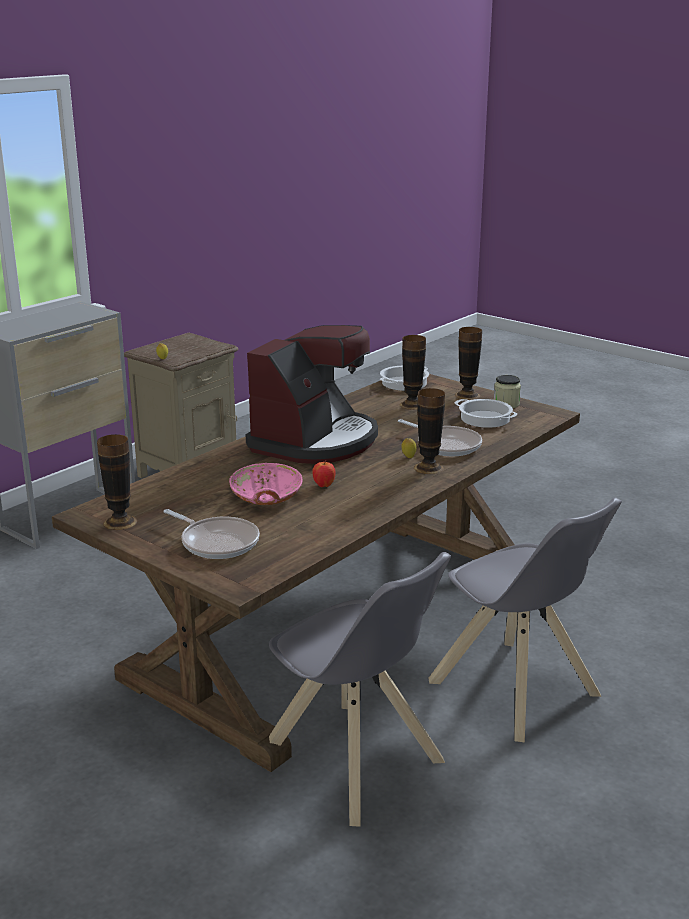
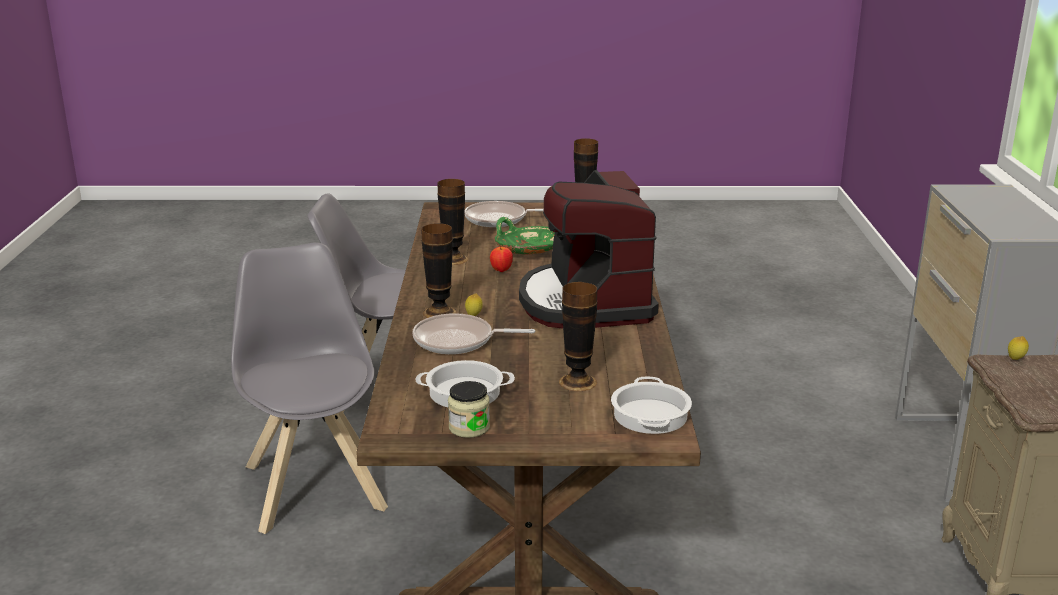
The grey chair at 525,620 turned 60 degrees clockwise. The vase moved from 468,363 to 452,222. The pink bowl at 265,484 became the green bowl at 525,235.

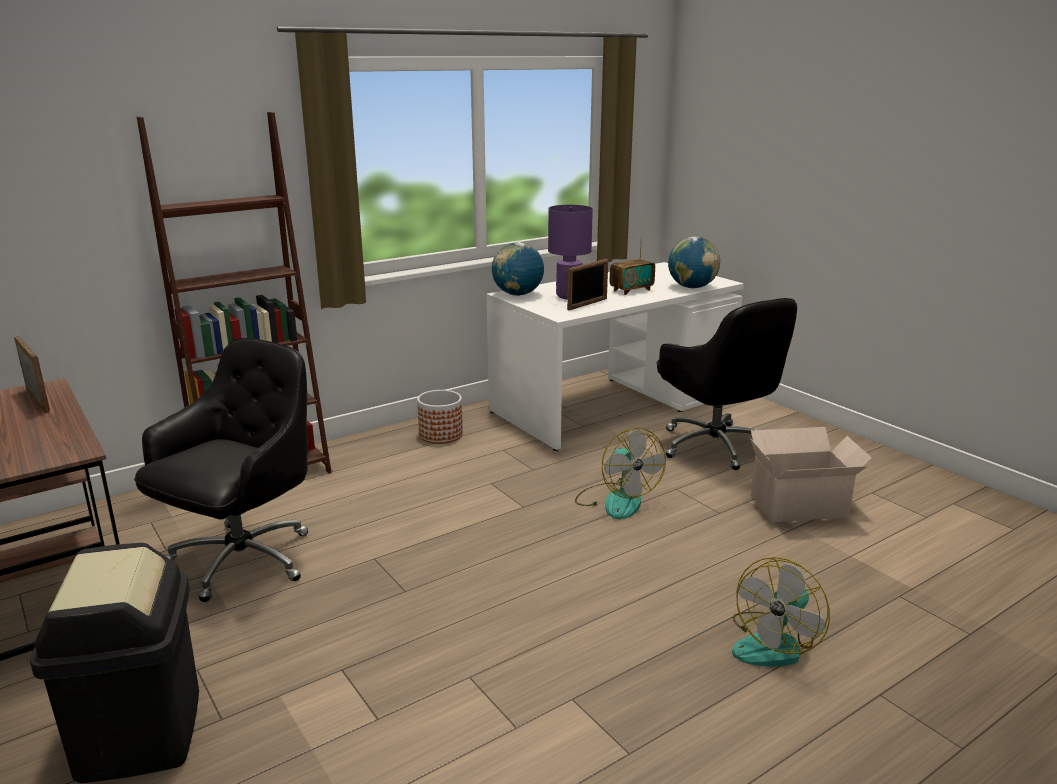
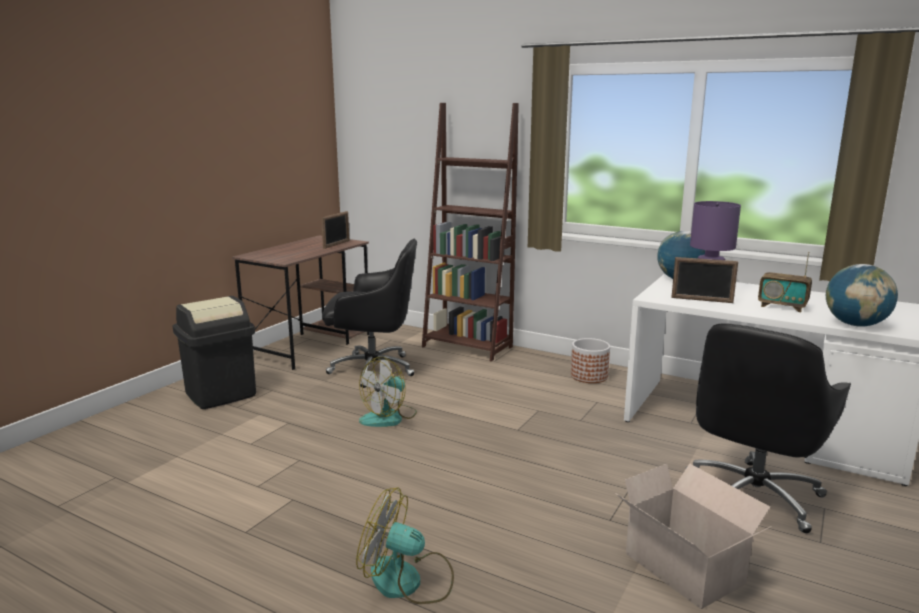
The fan moved from 620,473 to 388,392.

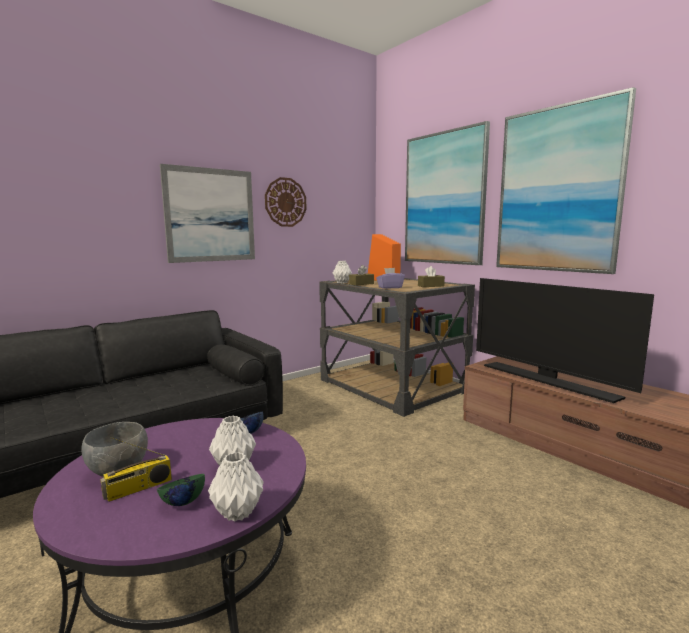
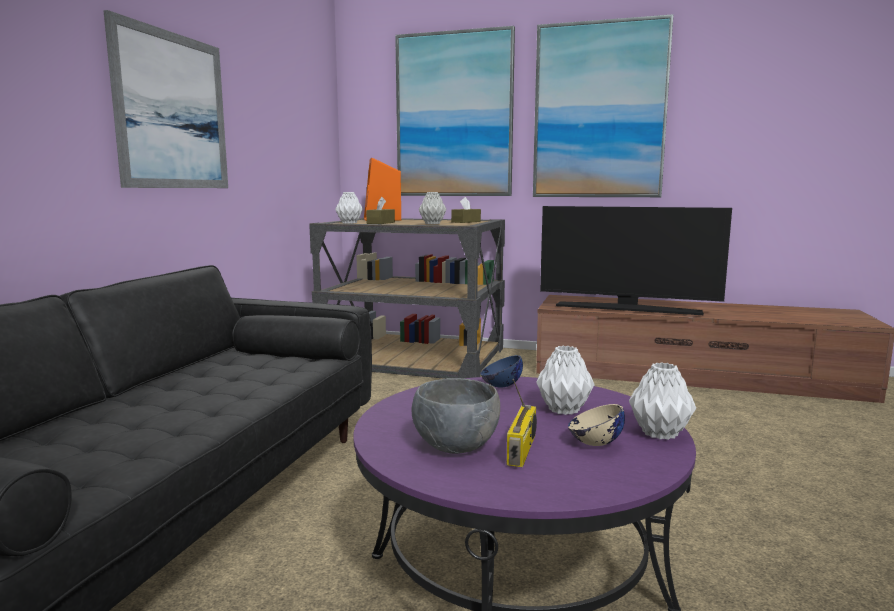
The purple tissue box at 390,278 was replaced by the grey vase at 433,208. The green bowl at 181,490 became the beige bowl at 596,425. The wall clock at 286,202 disappeared.

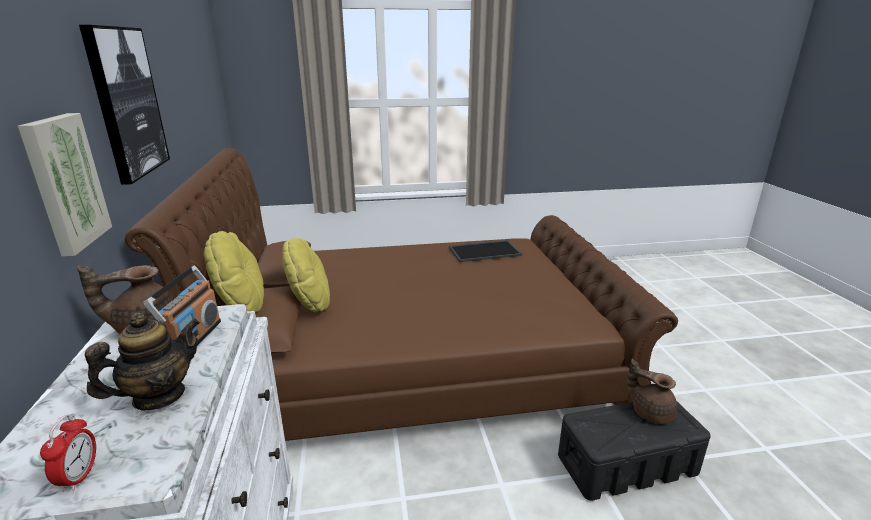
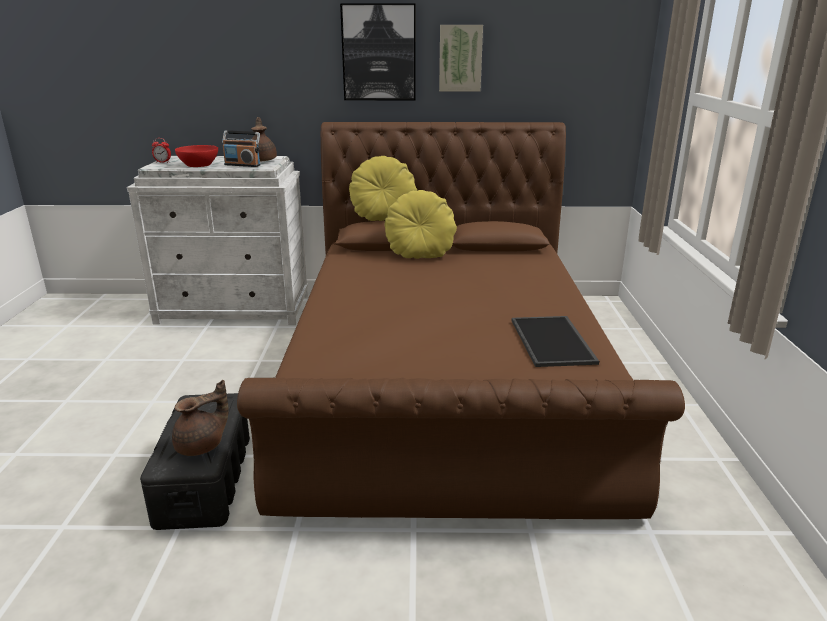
The teapot at 142,361 was replaced by the red bowl at 196,156. The picture moved from 65,185 to 461,58.

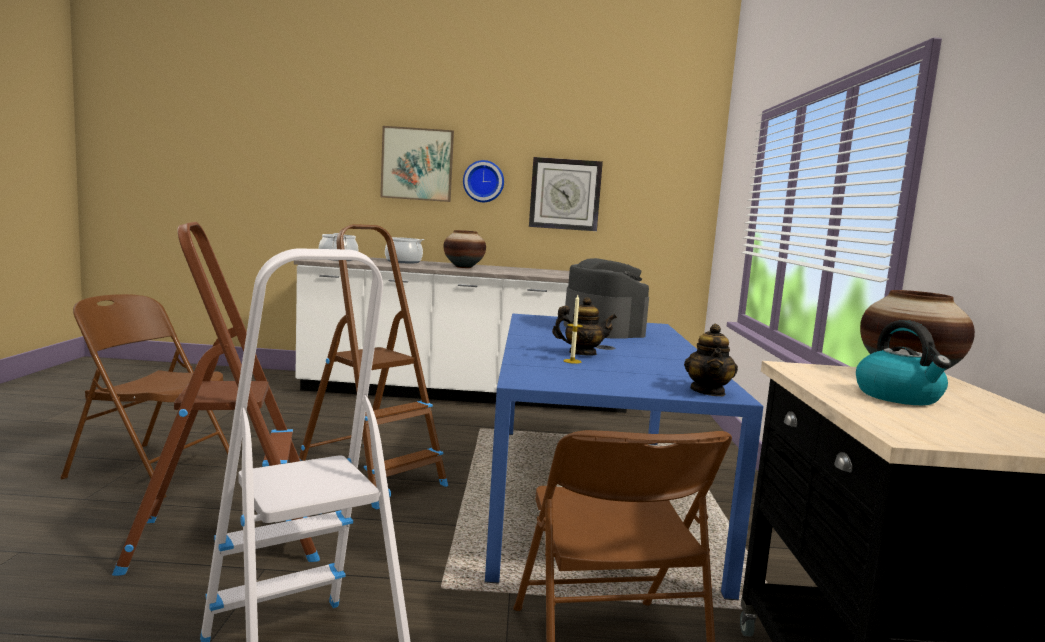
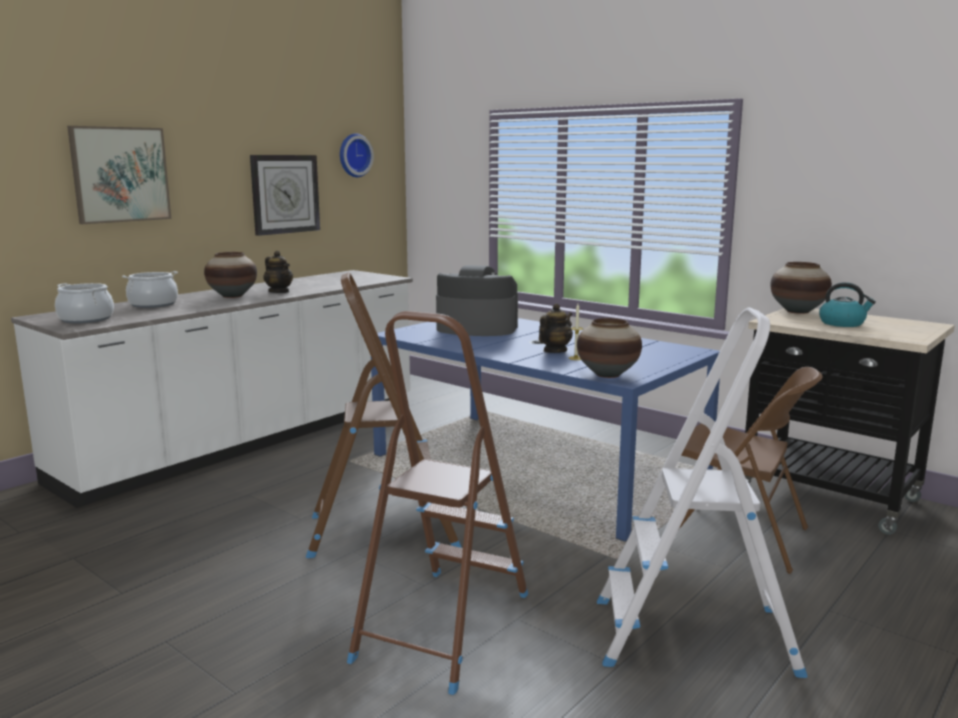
The teapot moved from 711,360 to 278,272. The wall clock moved from 483,181 to 357,155. The vase at 609,348 appeared. The brown chair at 145,396 disappeared.

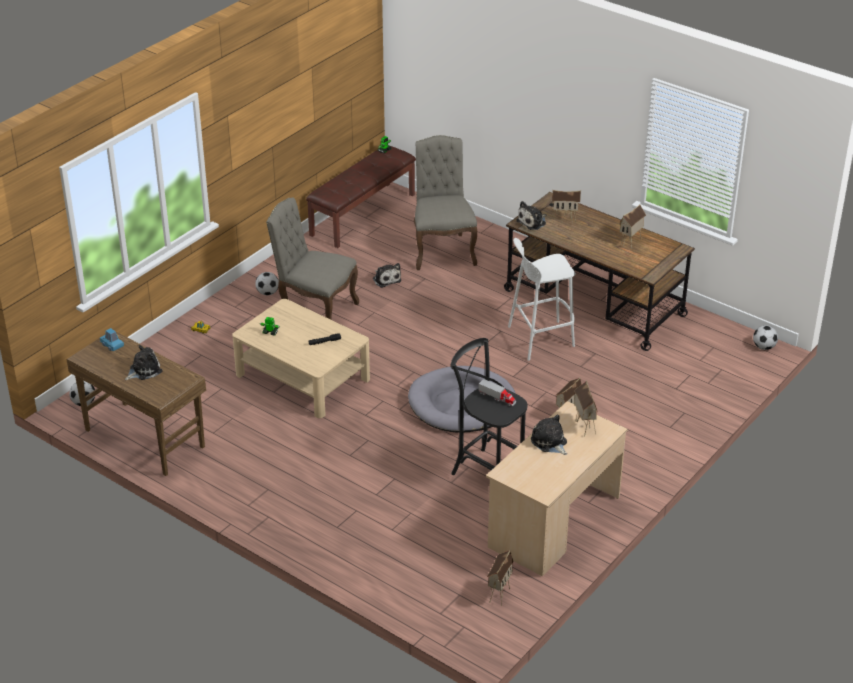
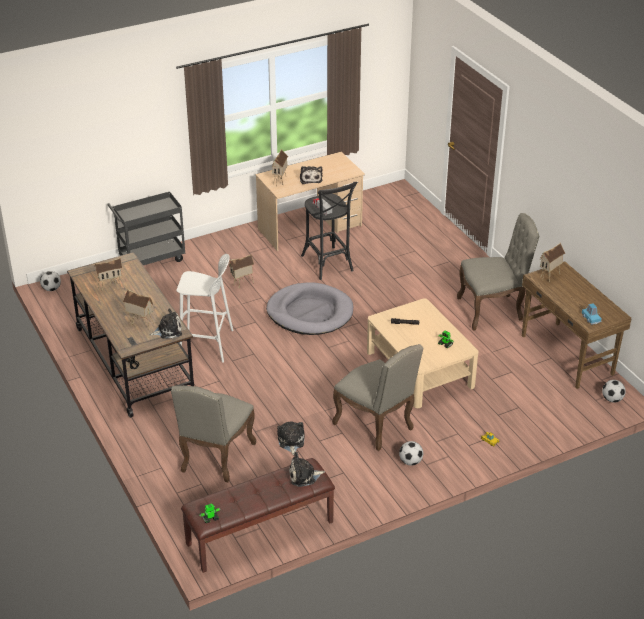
The grey cart at 146,228 appeared. The plush toy moved from 144,362 to 307,469. The grey chair at 498,272 appeared. The toy house moved from 500,578 to 552,263.

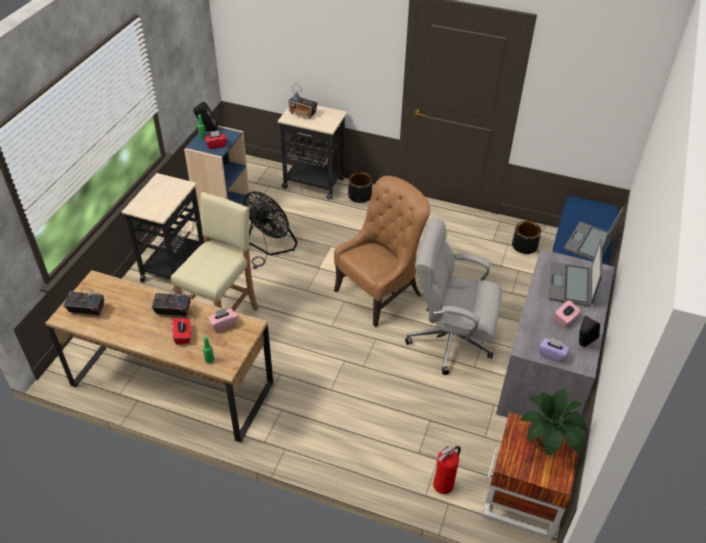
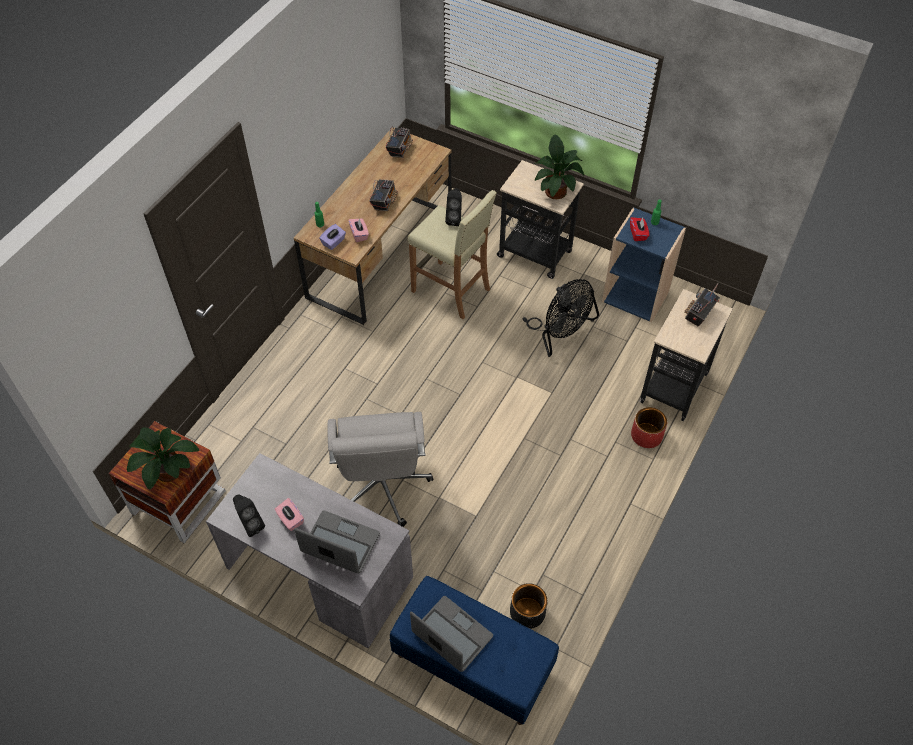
The purple tissue box moved from 554,350 to 332,237. The grey office chair at 453,296 turned 150 degrees clockwise. The black speaker moved from 205,117 to 453,207. The potted plant at 559,167 appeared. The black planter at 360,187 became the red planter at 649,427. The red tissue box at 181,331 disappeared. The brown chair at 382,251 disappeared. The fire extinguisher at 447,470 disappeared.

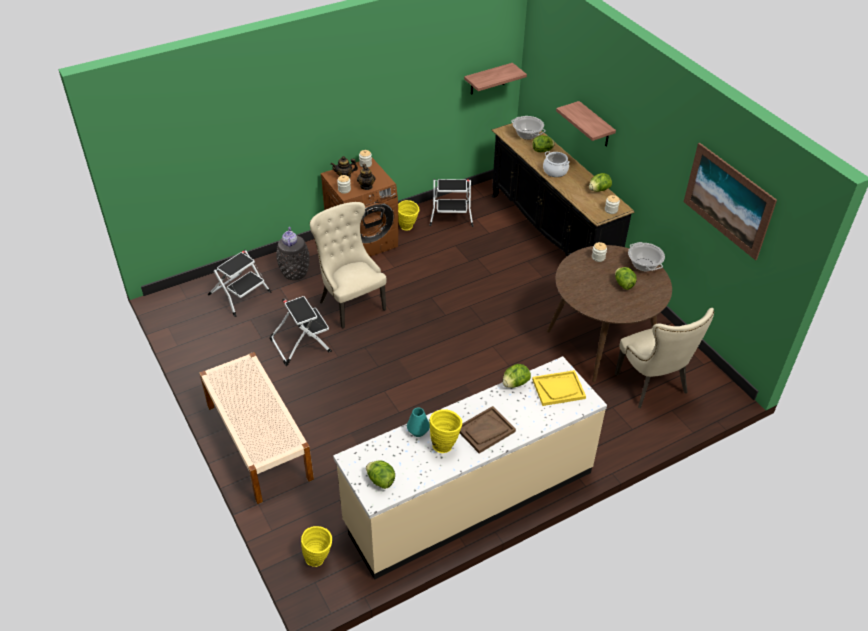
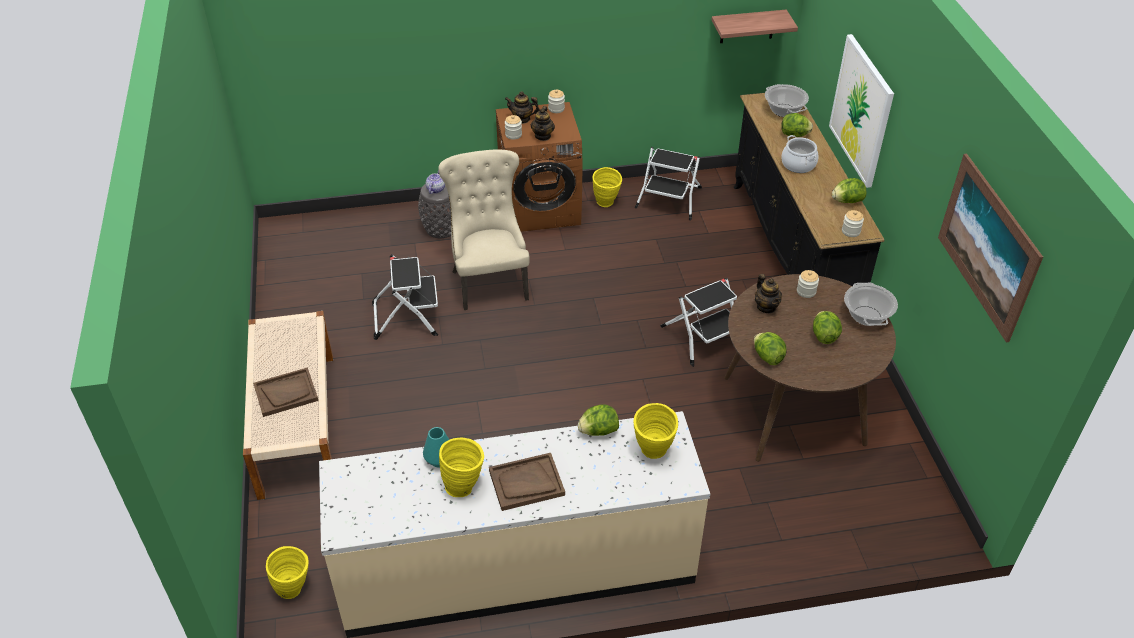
The brown tray at 286,392 appeared. The yellow tray at 559,388 was replaced by the yellow vase at 656,431. The step ladder moved from 239,283 to 698,322. The lettuce moved from 380,474 to 770,348. The teapot at 768,293 appeared. The shelf at 586,124 was replaced by the picture at 861,111. The beige chair at 664,358 disappeared.

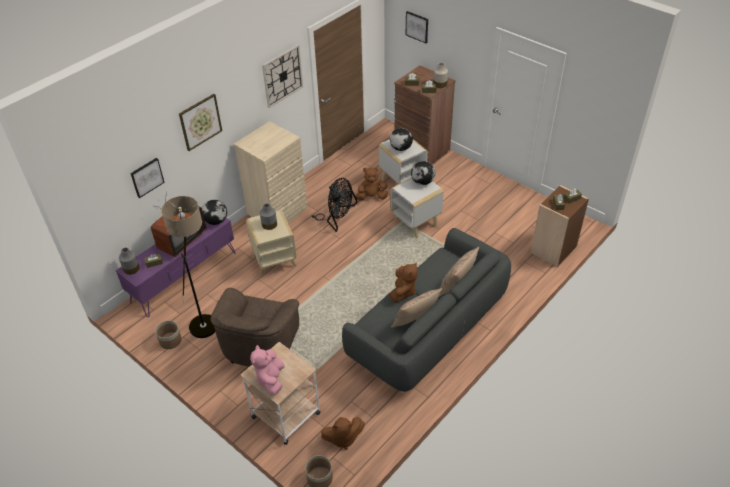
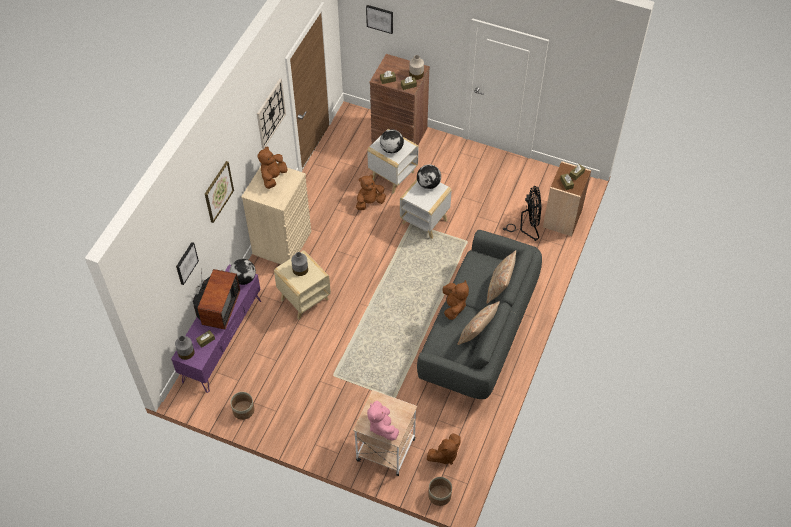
The brown plush toy at 272,167 appeared. The black fan moved from 334,205 to 522,213. The floor lamp at 188,267 disappeared. The brown armchair at 255,327 disappeared.

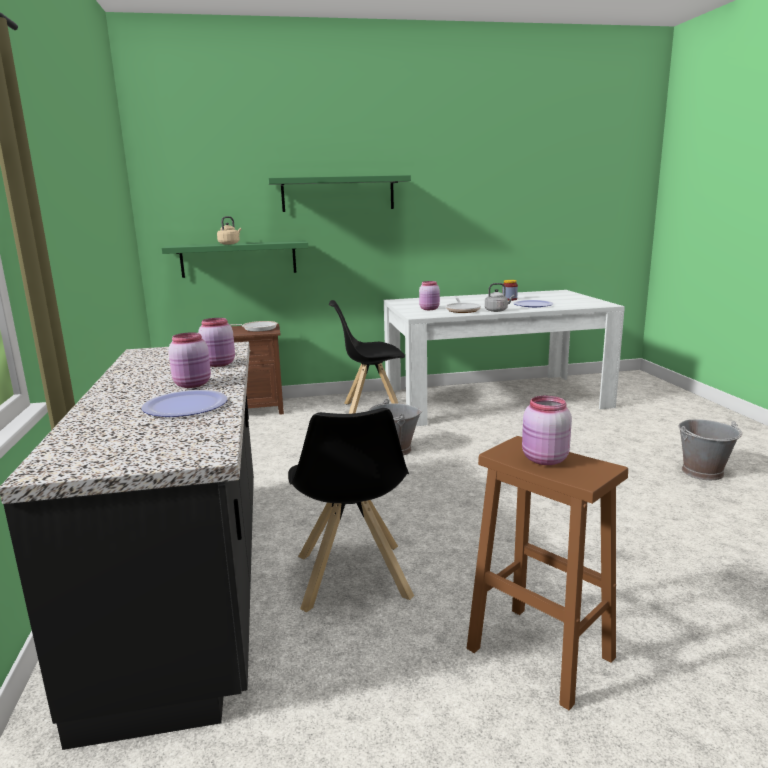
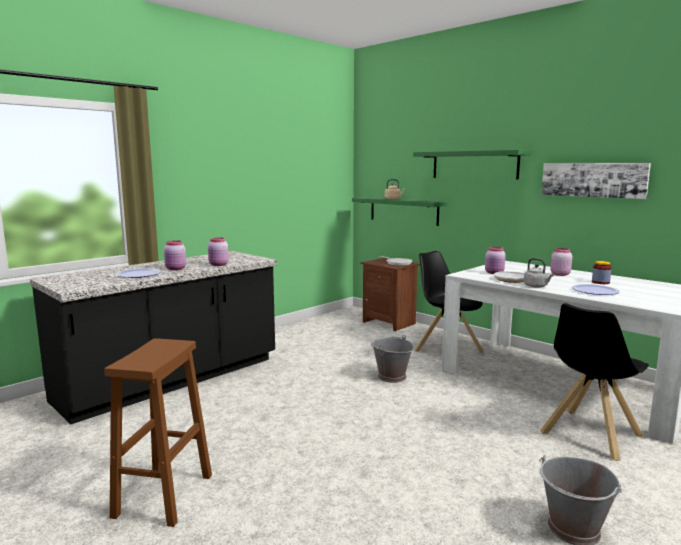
The black chair moved from 351,510 to 594,382. The picture at 596,181 appeared. The pink jar moved from 547,430 to 561,262.

